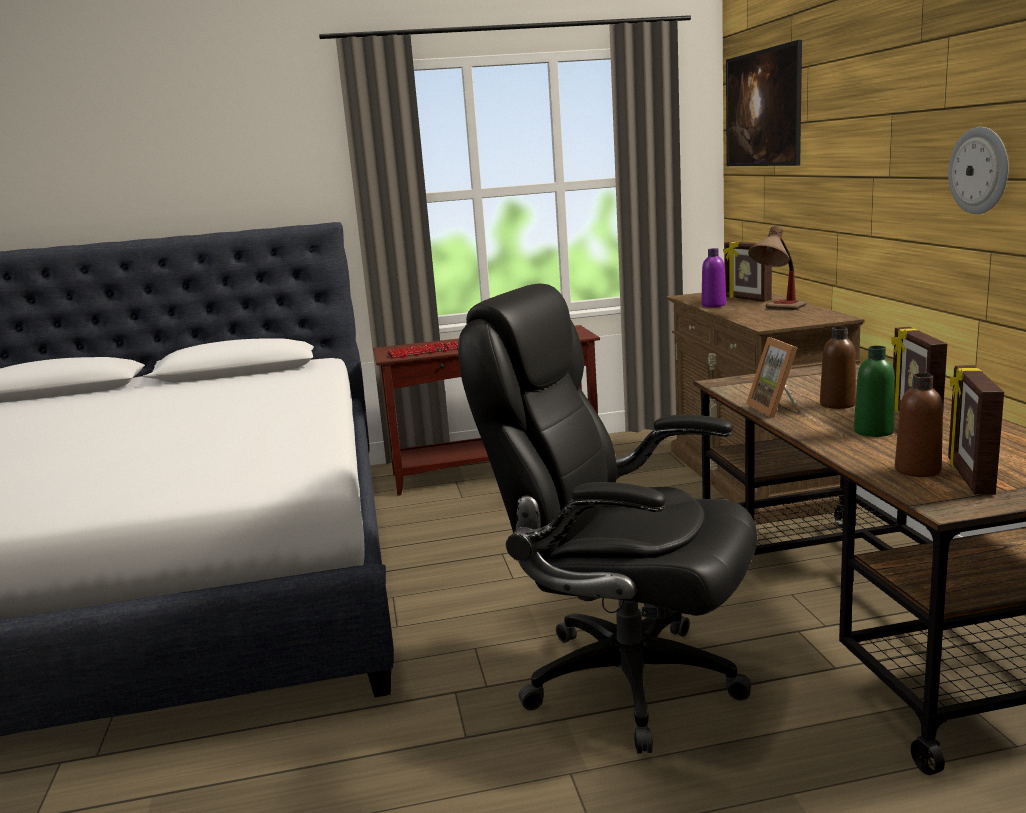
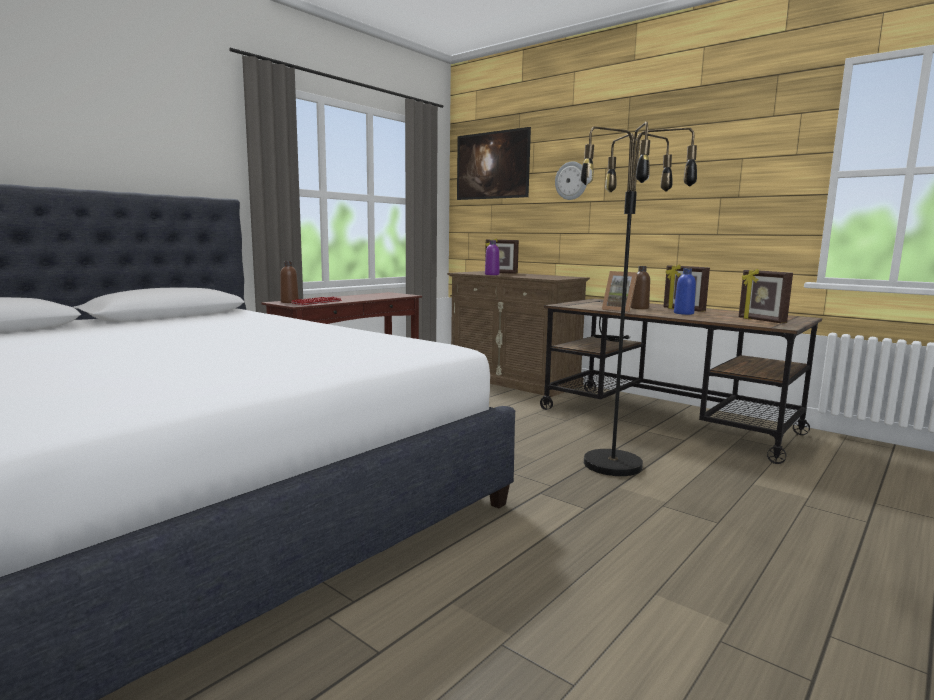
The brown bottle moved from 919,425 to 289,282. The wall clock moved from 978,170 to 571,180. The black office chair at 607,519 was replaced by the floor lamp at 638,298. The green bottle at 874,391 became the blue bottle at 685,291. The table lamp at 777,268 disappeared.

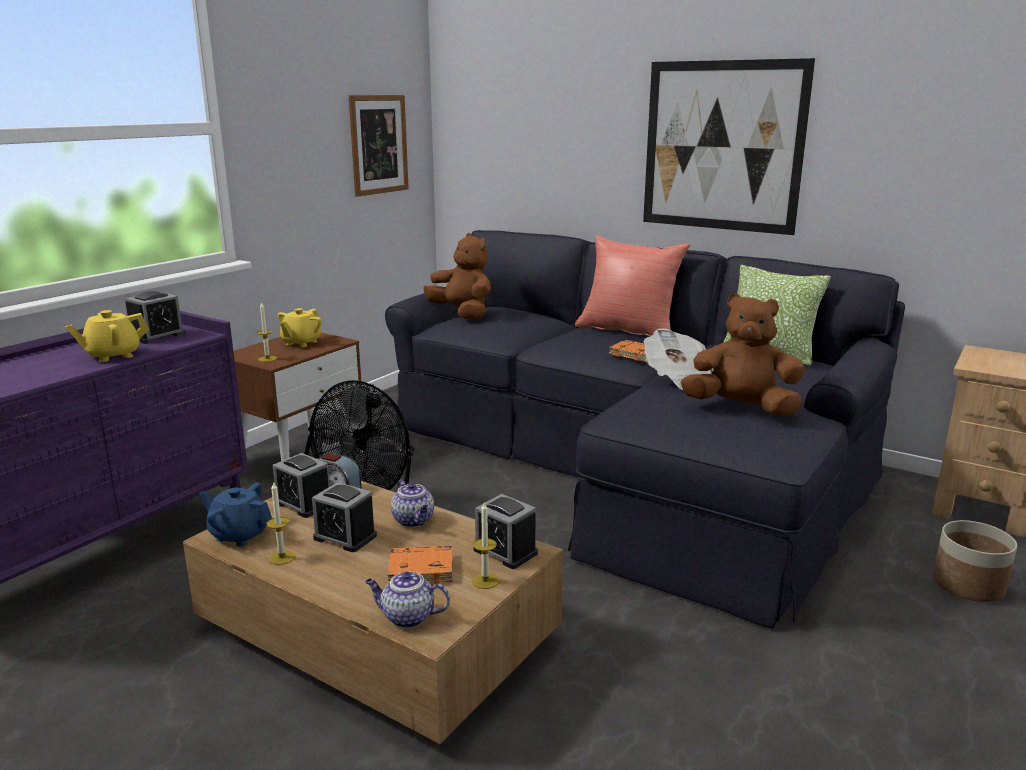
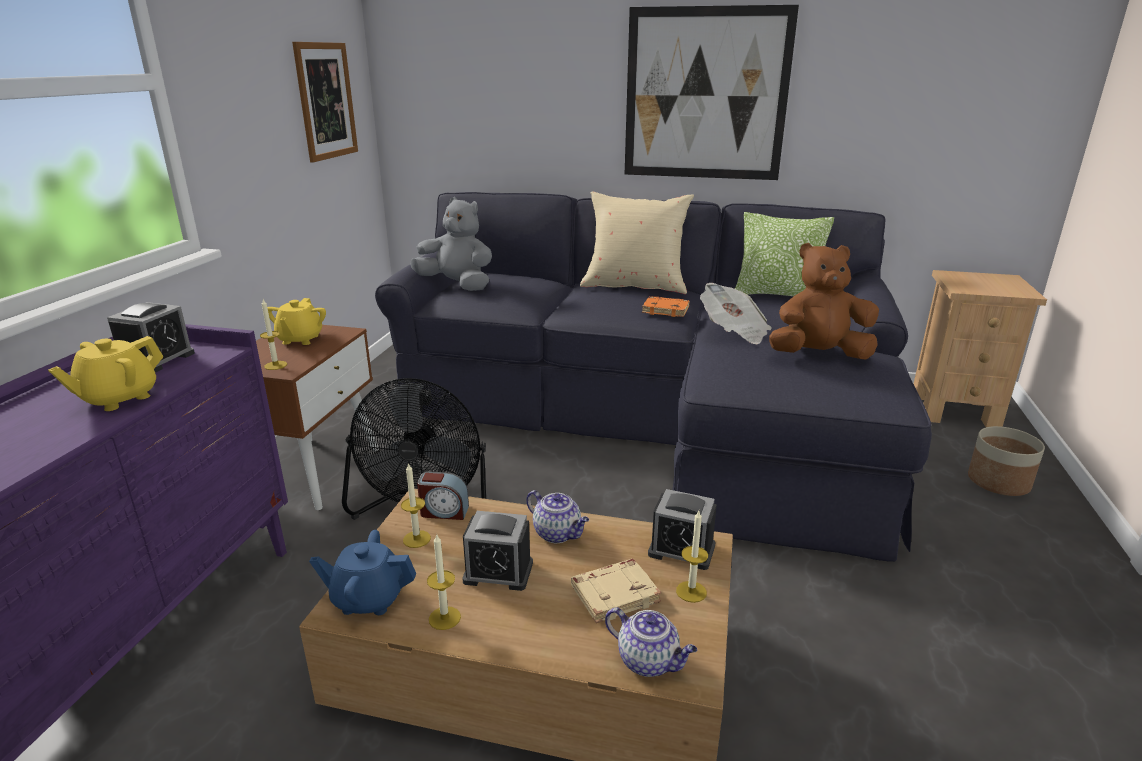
The alarm clock at 301,485 was replaced by the candle at 416,505. The brown plush toy at 457,276 became the grey plush toy at 451,244. The orange book at 420,565 became the beige book at 616,591. The red pillow at 632,285 became the beige pillow at 637,242. The teapot at 407,600 turned 135 degrees counterclockwise.

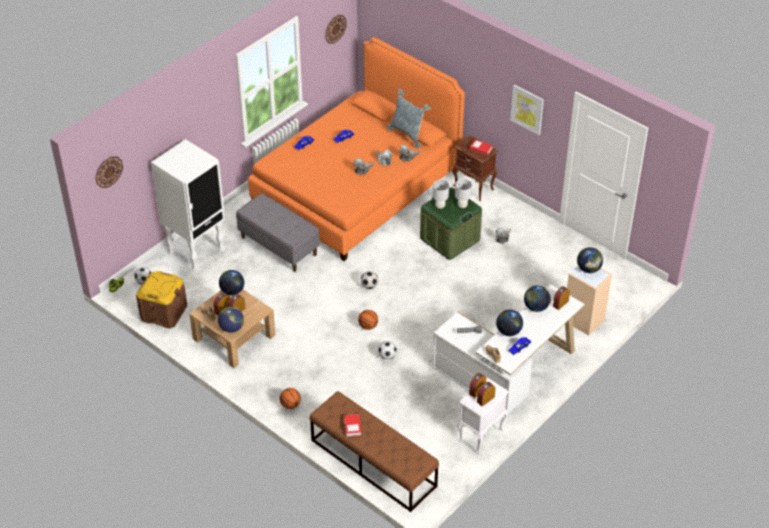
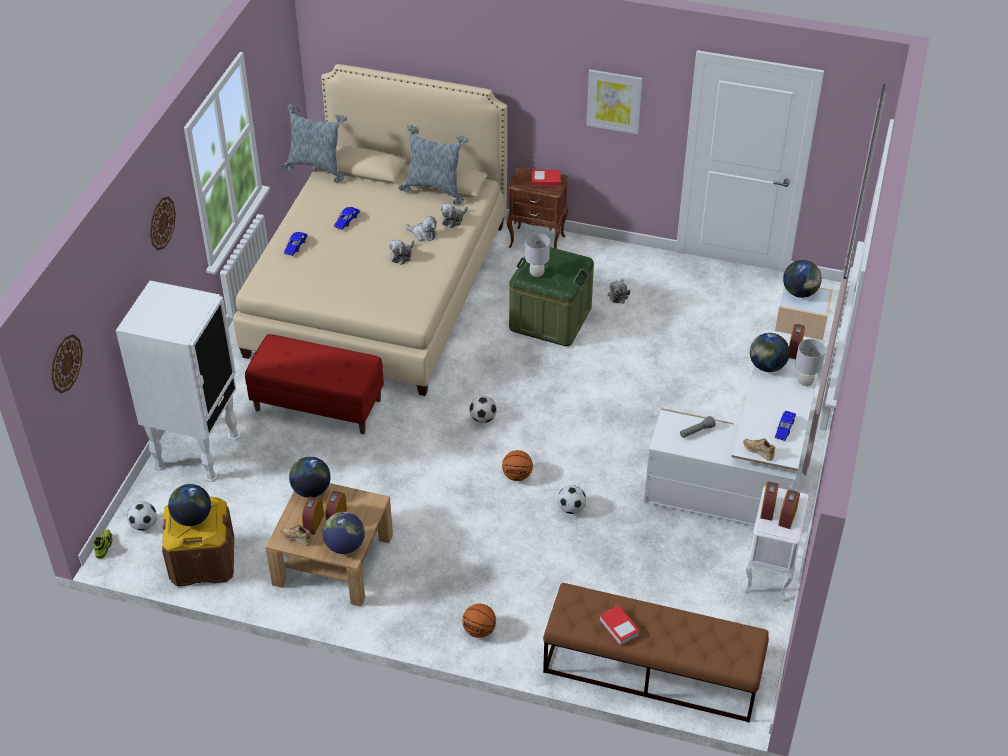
The wall clock moved from 335,29 to 163,223. The globe moved from 509,322 to 189,505. The orange bed at 356,149 became the beige bed at 370,230. The grey bench at 278,232 became the red bench at 314,384. The pillow at 314,144 appeared. The grey table lamp moved from 463,193 to 810,362.

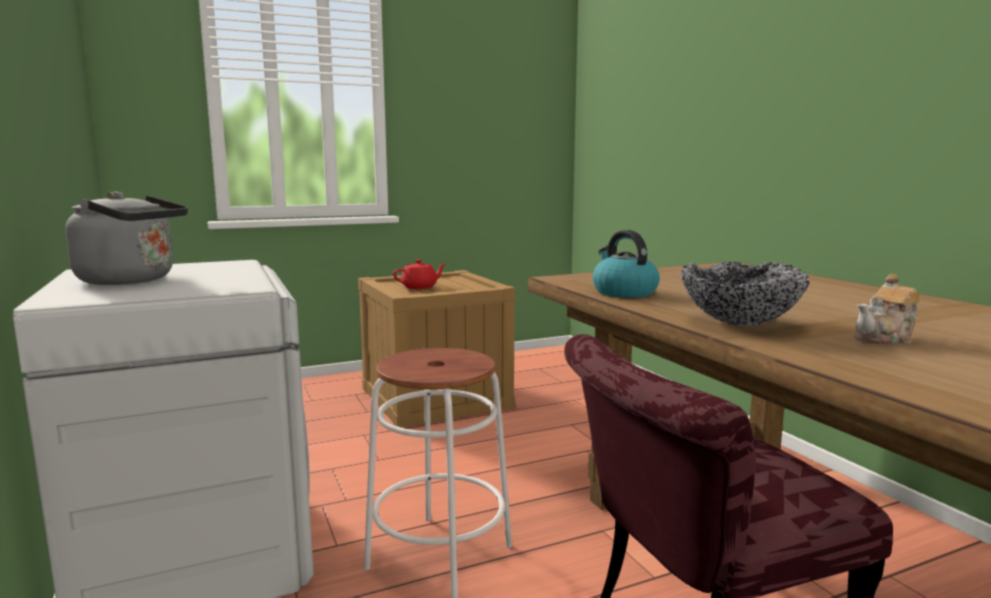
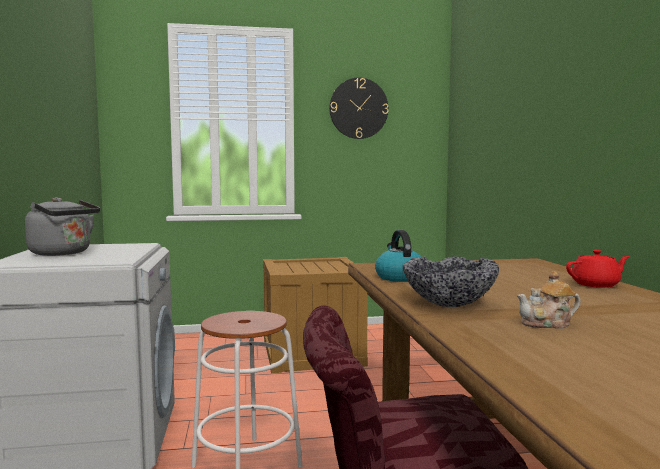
The wall clock at 358,108 appeared. The red teapot moved from 420,274 to 598,269.

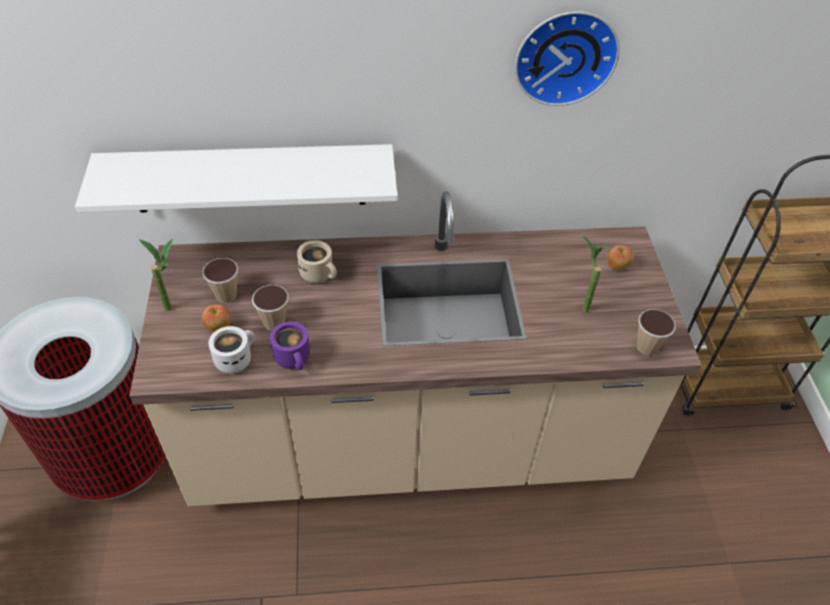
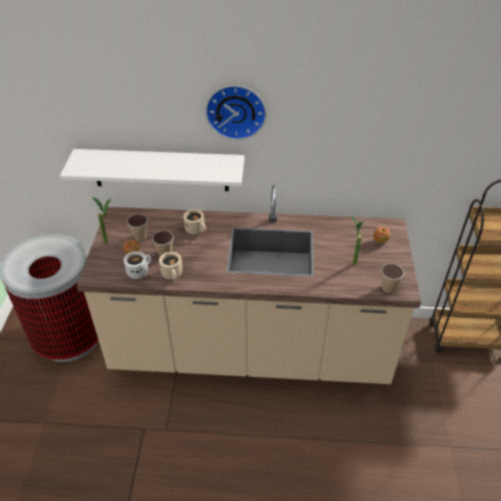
The purple mug at 290,345 became the beige mug at 170,266. The wall clock moved from 567,58 to 235,112.

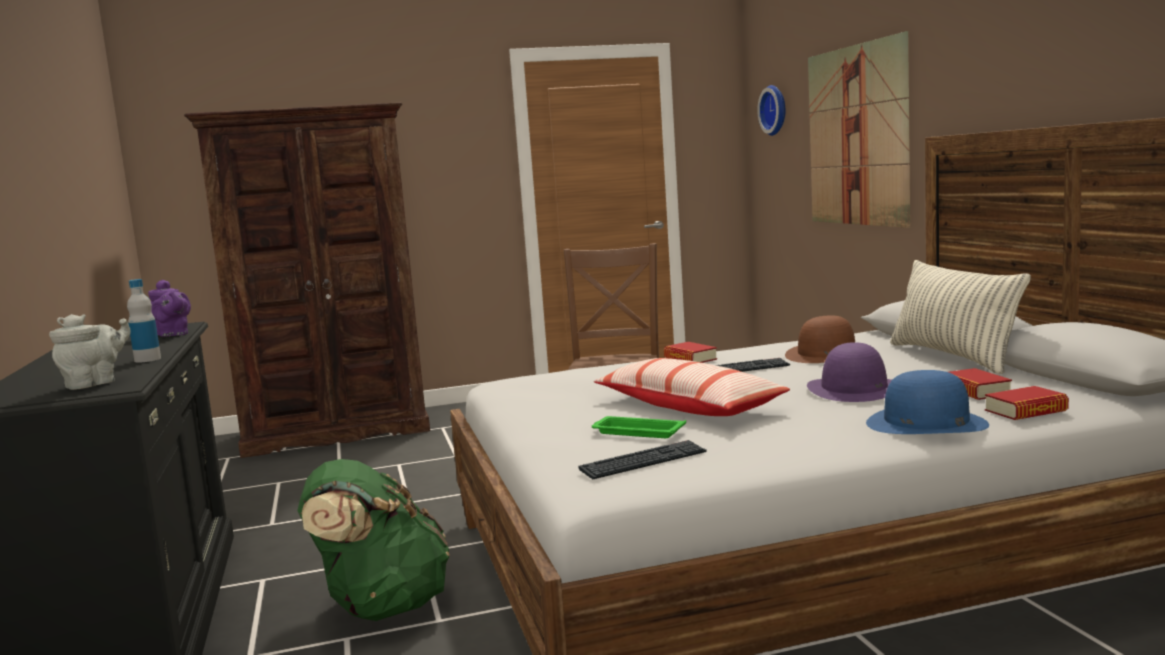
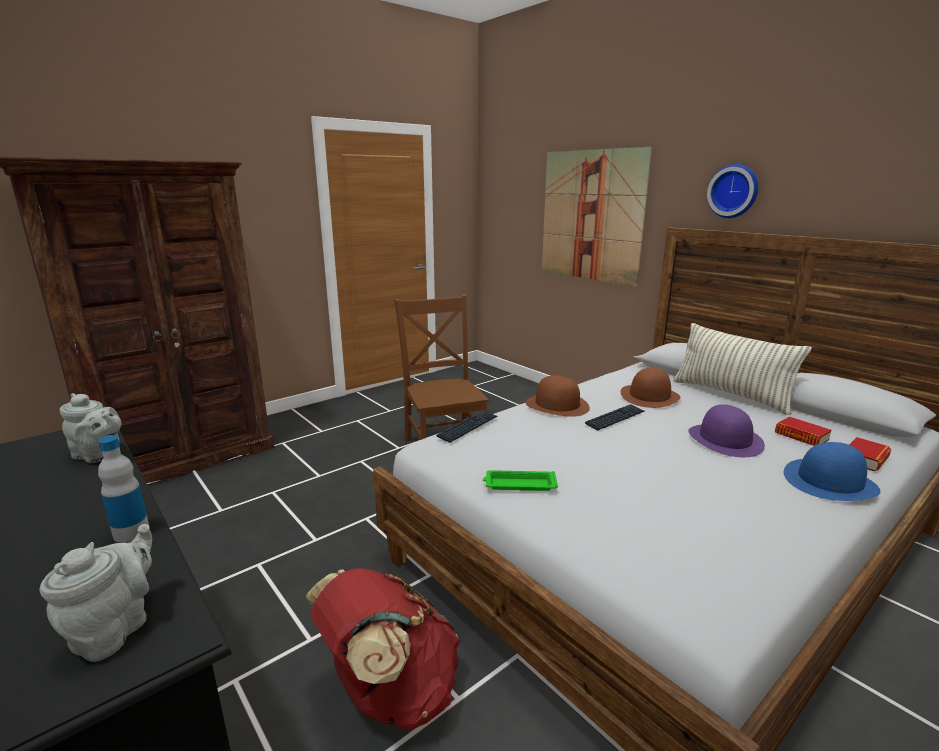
The purple teapot at 169,308 became the grey teapot at 90,428. The green backpack at 373,540 became the red backpack at 383,649. The keyboard moved from 643,459 to 467,426. The green tray moved from 639,427 to 520,480. The book at 690,352 was replaced by the brown hat at 558,396. The wall clock moved from 771,110 to 732,191. The pillow at 692,387 disappeared.

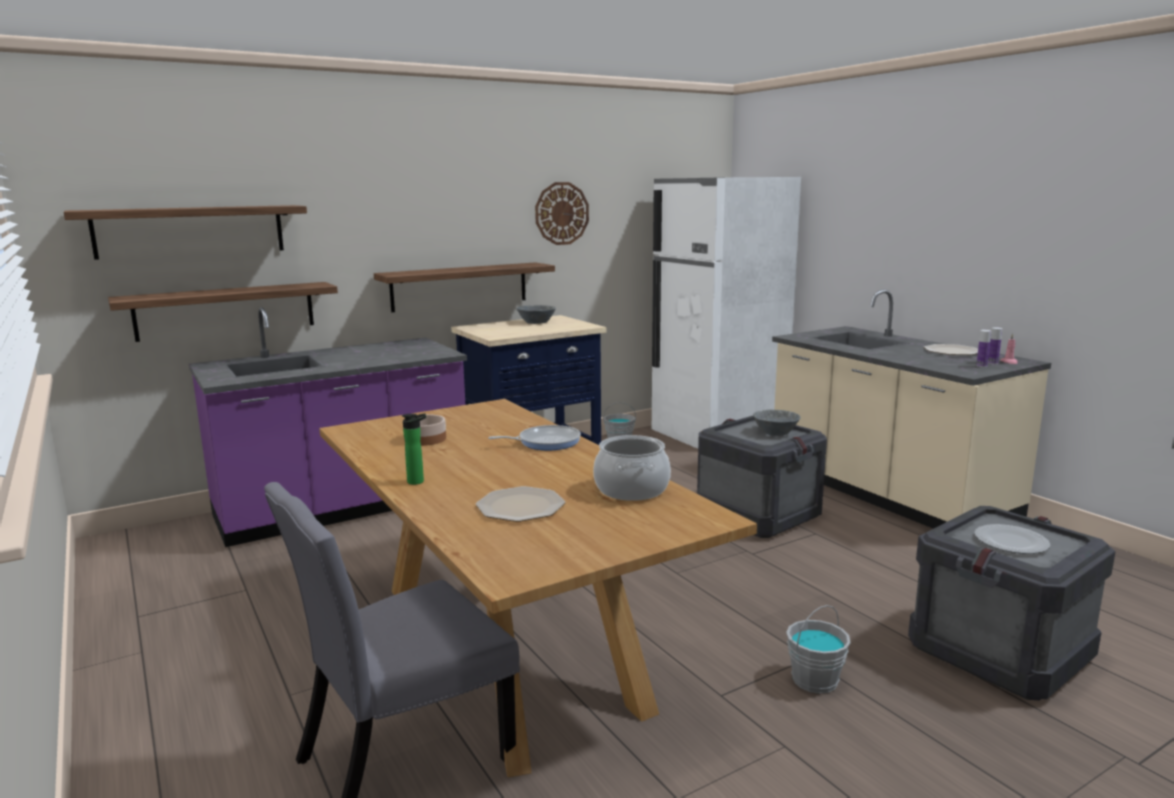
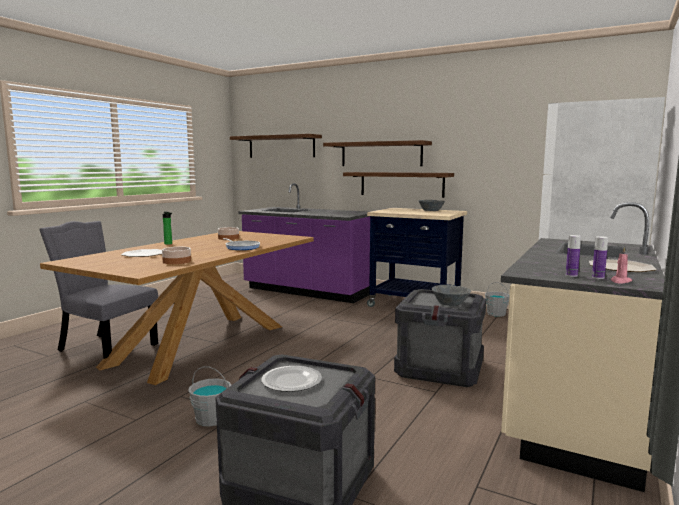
The cooking pot at 632,468 was replaced by the bowl at 176,255. The shelf moved from 223,312 to 377,153. The wall clock at 562,213 disappeared.

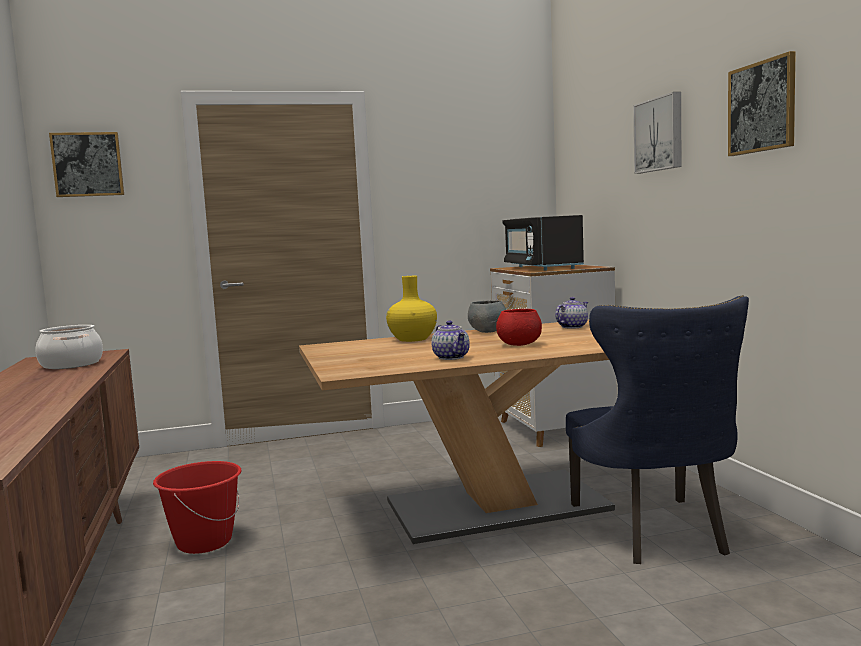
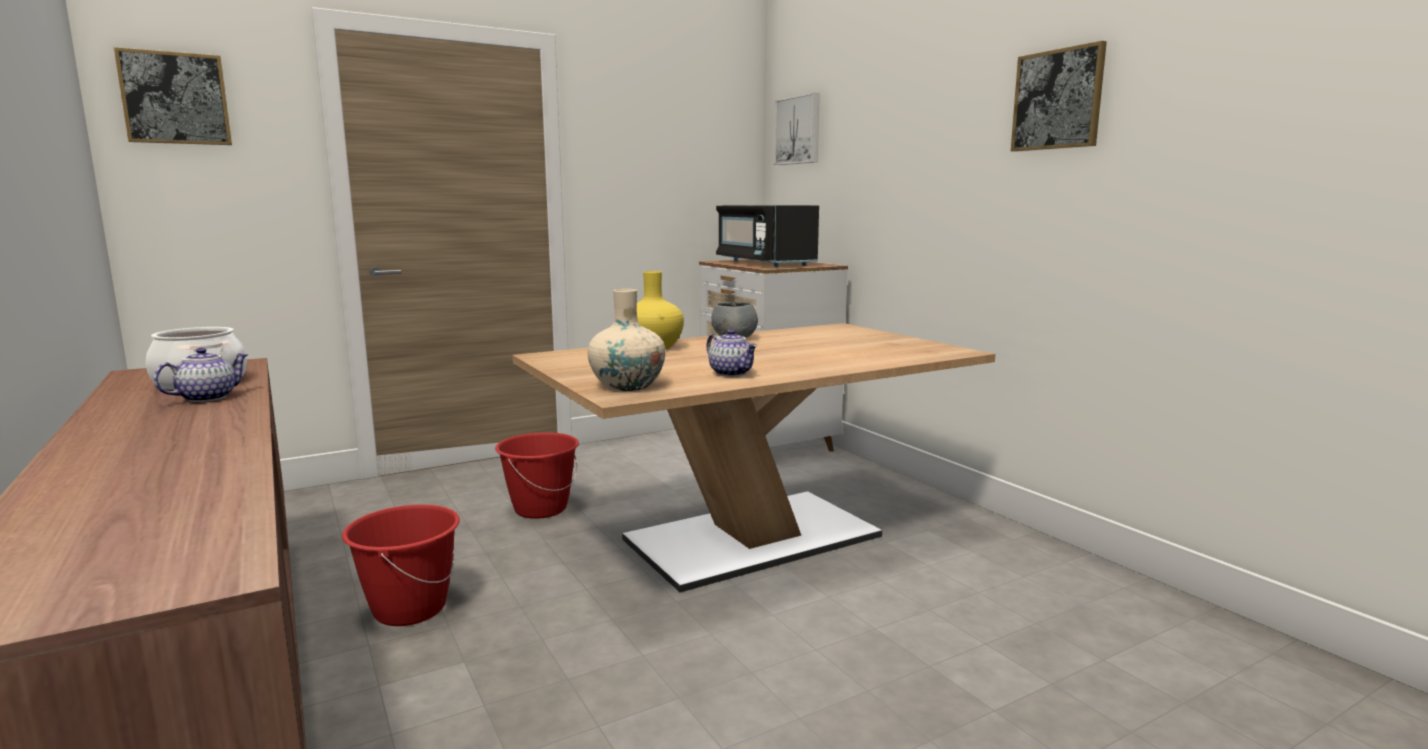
The teapot moved from 571,312 to 201,375. The red bucket at 537,475 appeared. The beige vase at 627,340 appeared. The picture moved from 657,133 to 797,129. The red bowl at 519,327 disappeared. The blue chair at 657,429 disappeared.

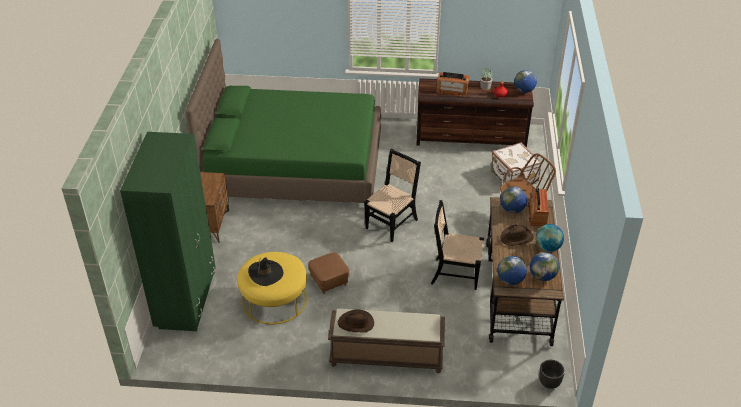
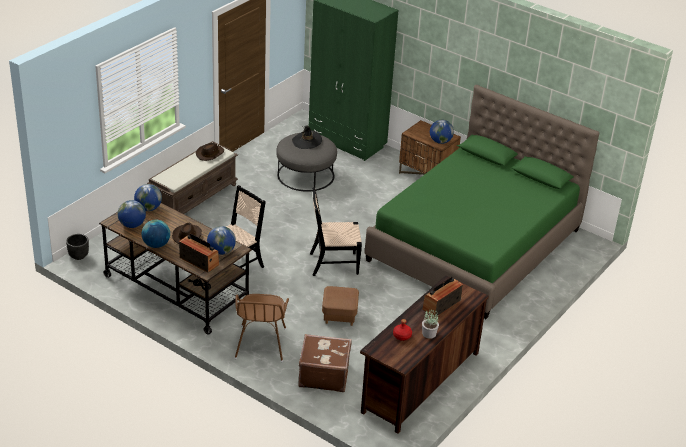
The yellow ottoman at 272,288 became the grey ottoman at 306,162. The white suitcase at 516,163 became the brown suitcase at 325,363. The chair at 392,195 turned 105 degrees clockwise. The brown ottoman moved from 328,273 to 340,306. The globe moved from 525,81 to 442,132.

